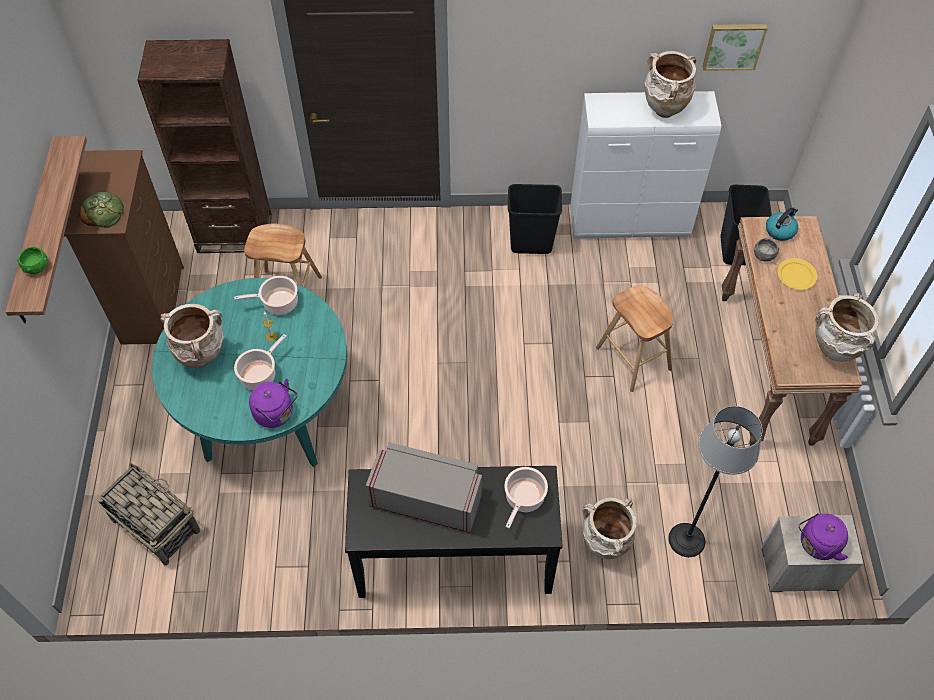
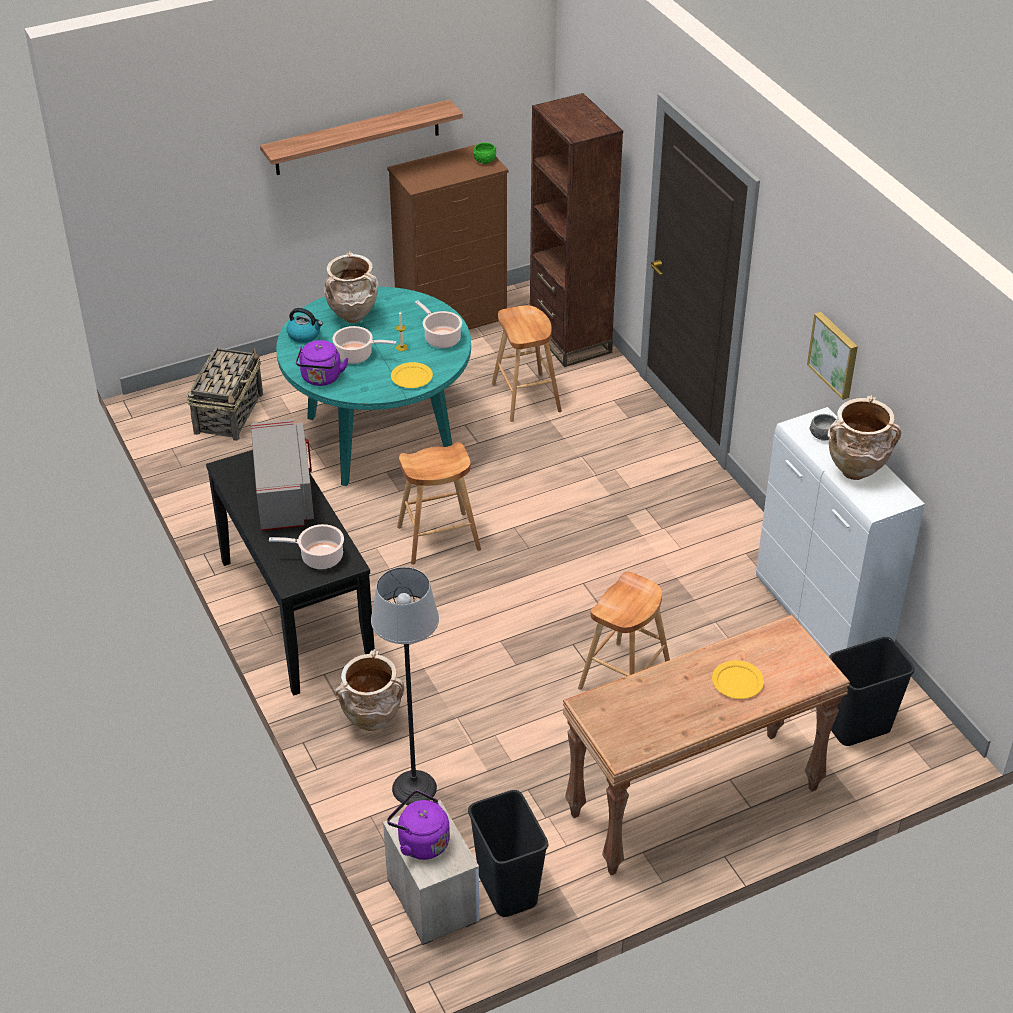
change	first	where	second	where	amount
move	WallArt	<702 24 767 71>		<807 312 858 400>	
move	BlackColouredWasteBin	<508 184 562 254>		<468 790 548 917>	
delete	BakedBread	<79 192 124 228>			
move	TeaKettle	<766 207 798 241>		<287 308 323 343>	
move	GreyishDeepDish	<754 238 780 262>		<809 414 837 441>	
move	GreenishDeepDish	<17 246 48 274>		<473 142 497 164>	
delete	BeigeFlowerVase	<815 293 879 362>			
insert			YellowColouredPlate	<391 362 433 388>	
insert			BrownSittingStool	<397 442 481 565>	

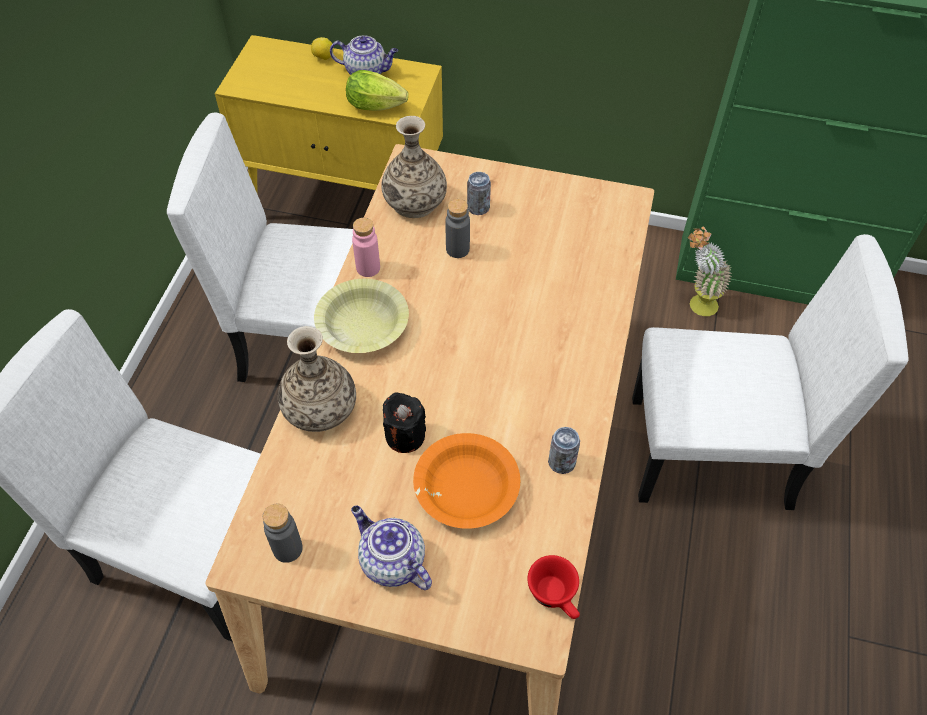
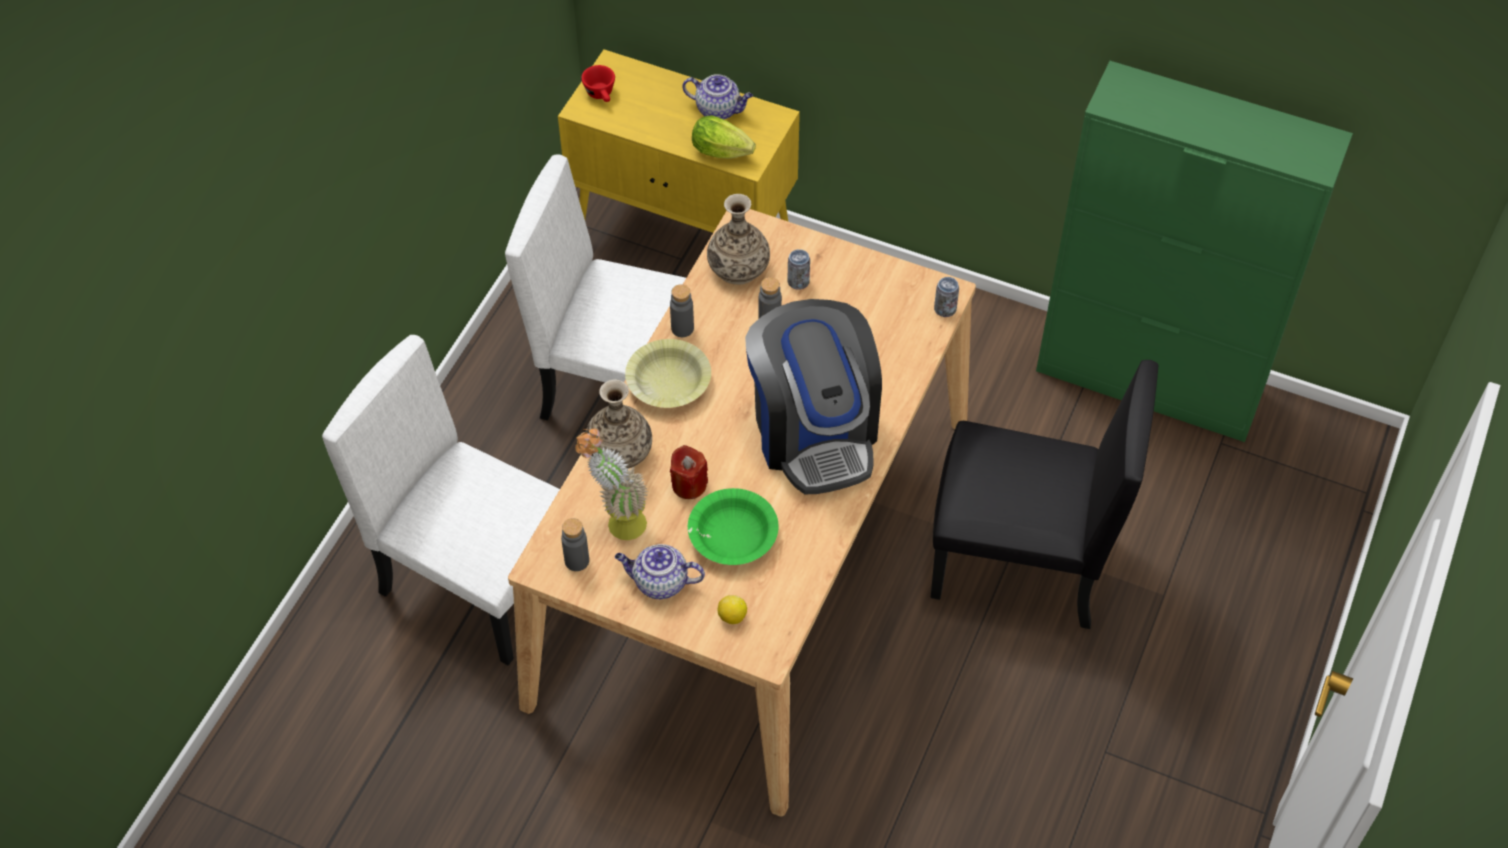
change	first	where	second	where	amount
move	Lemon	<311 37 334 60>		<718 595 747 624>	
recolor	PinkishDrinkBottle	<352 218 380 277>	GreyishDrinkBottle	<670 284 694 337>	
move	Houseplant	<688 227 732 316>		<575 429 648 540>	
recolor	WhiteUprightChair	<632 234 909 510>	BlackColouredUprightChair	<931 360 1158 629>	
recolor	BlackColouredWaxCandle	<383 392 426 453>	ReddishWaxCandle	<670 445 708 499>	
move	SealedCan	<548 427 580 474>		<934 277 959 317>	
recolor	OrangeDeepDish	<413 433 520 529>	GreenishDeepDish	<688 488 779 565>	
rotate	Teapot	<351 506 432 590>		<615 544 705 599>	45 degrees counterclockwise
move	ReddishSmallCup	<528 555 580 619>		<581 65 615 102>	
insert			CoffeeBrewer	<745 299 882 494>	

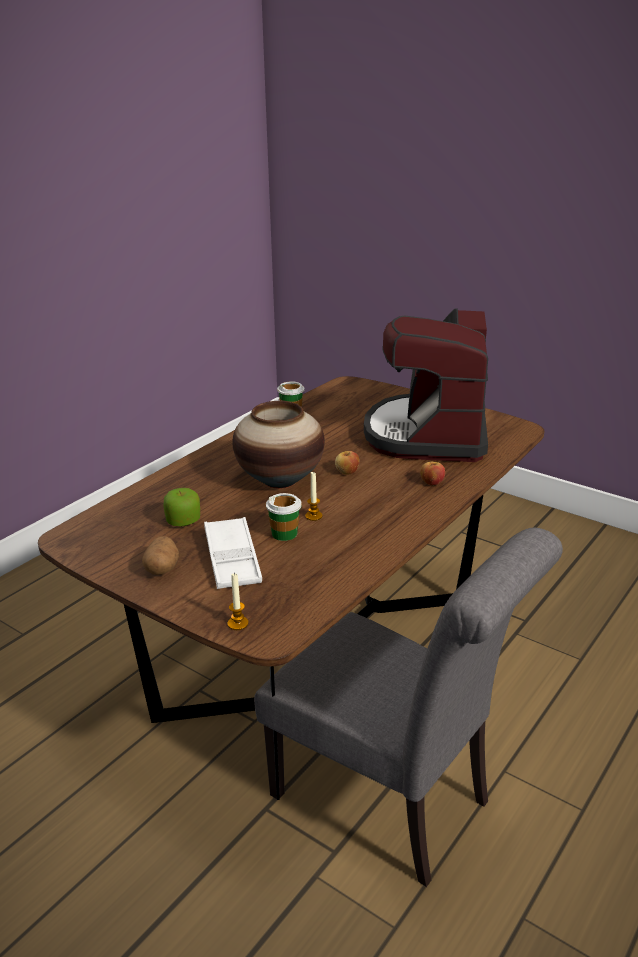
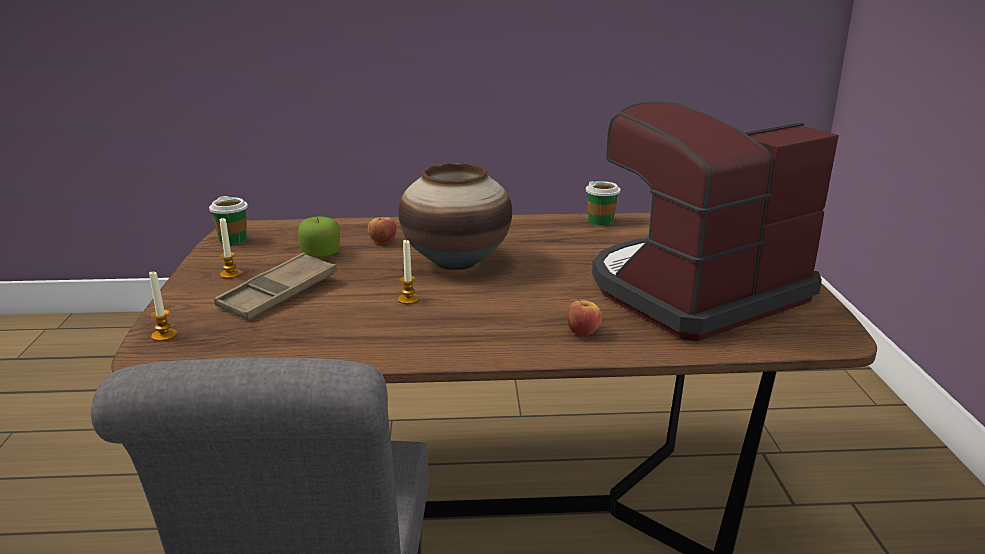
change	first	where	second	where	amount
move	AppleFruit	<335 451 360 474>		<368 217 397 244>	
move	SmallCup	<266 493 302 541>		<209 196 248 245>	
recolor	WhiteServingTray	<204 517 262 589>	BrownServingTray	<214 253 337 320>	
replace	WholePotato	<142 536 179 575>	WaxCandle	<220 217 241 279>	

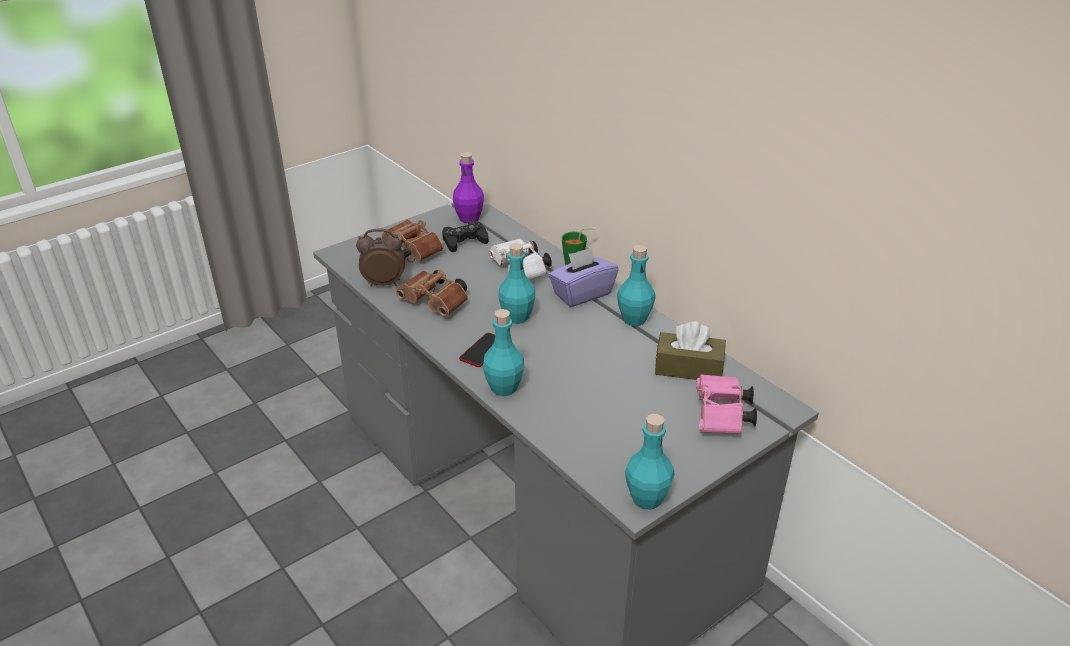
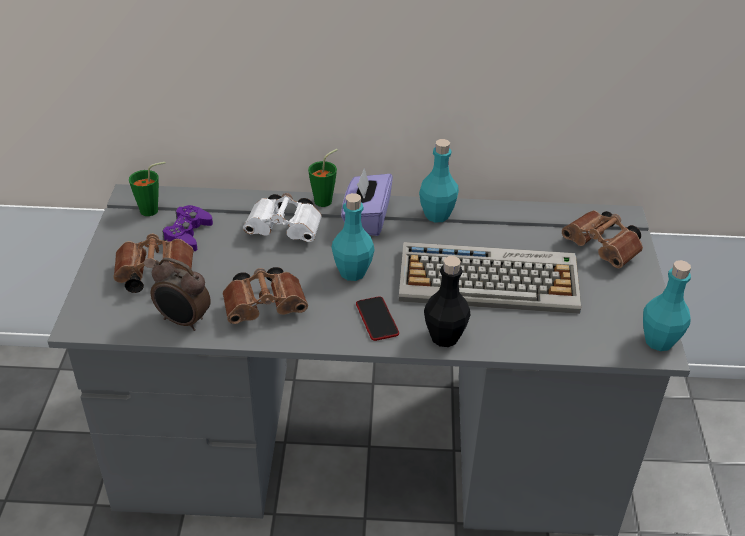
change	first	where	second	where	amount
replace	PurpleColouredDrinkBottle	<453 152 484 223>	GreenishSmallCup	<129 162 166 216>	
recolor	BlackColouredGamepad	<442 220 488 252>	PurpleColouredGamepad	<162 205 213 251>	
rotate	TableClock	<356 229 405 286>		<151 258 211 331>	105 degrees counterclockwise
recolor	TurquoiseDrinkBottle	<483 309 524 396>	BlackColouredDrinkBottle	<424 256 471 347>	
delete	BrownTissueBox	<655 321 726 380>			
recolor	PinkishBinoculars	<696 374 757 434>	BrownBinoculars	<562 210 643 268>	
insert			ComputerKeyboard	<399 242 581 314>	

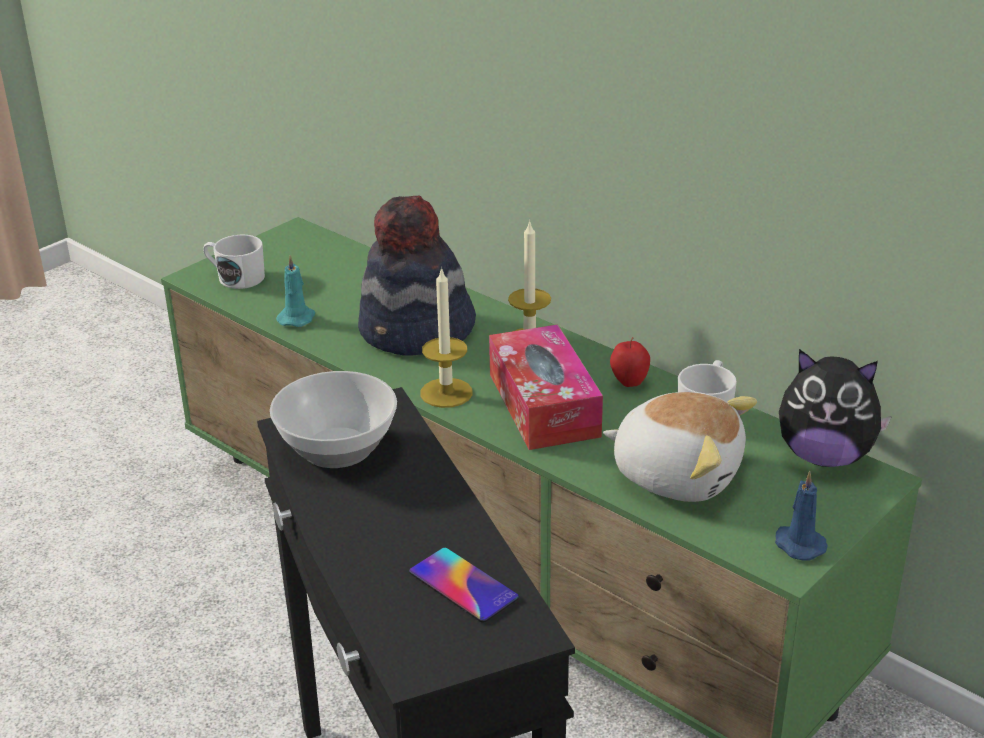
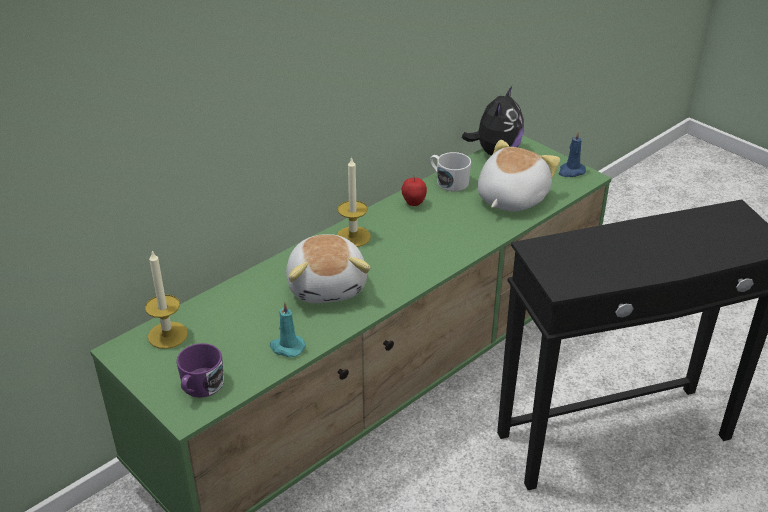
change	first	where	second	where	amount
replace	WearableHat	<358 196 476 356>	SoftToy	<286 234 371 303>	
recolor	WhiteMug	<203 235 265 289>	PurpleColouredMug	<176 343 224 398>	
move	WaxCandle	<420 267 473 408>		<145 251 188 349>	
delete	TissueBox	<489 324 603 450>			
delete	DeepDish	<270 371 397 468>			
delete	Telephone	<409 548 519 623>			

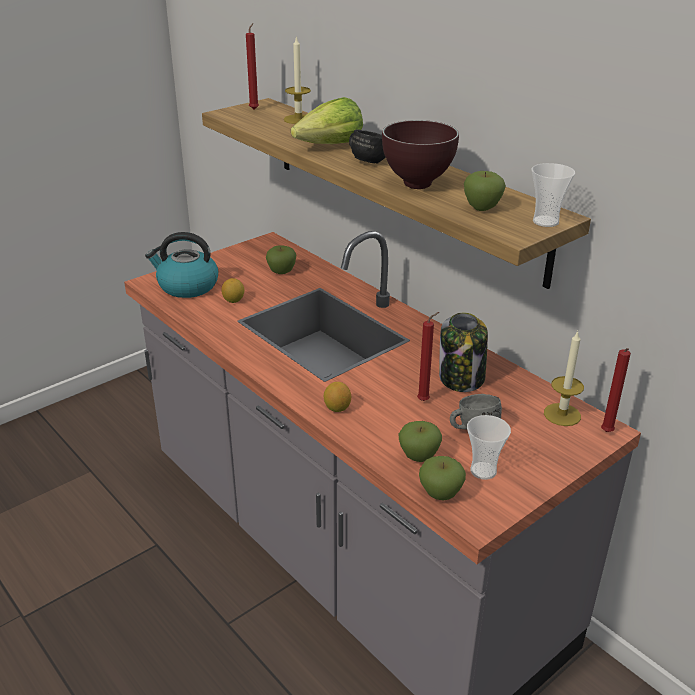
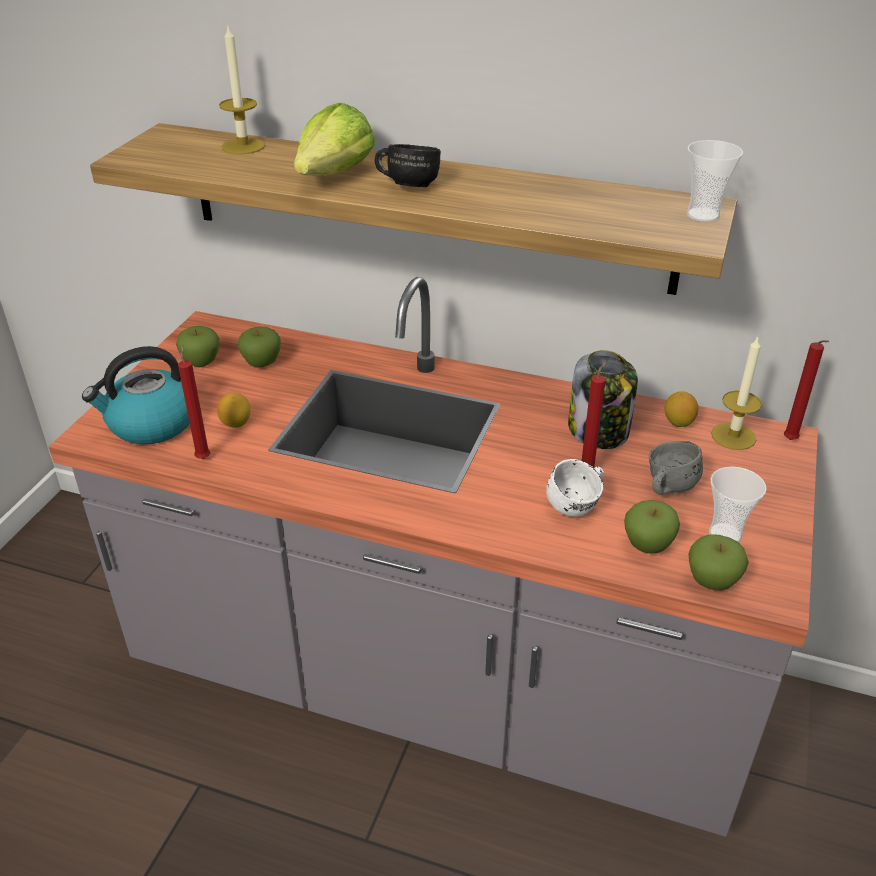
change	first	where	second	where	amount
move	ReddishWaxCandle	<246 23 259 110>		<178 345 210 459>	
delete	BrownDeepDish	<382 120 459 189>			
move	AppleFruit	<464 171 506 211>		<176 326 219 367>	
move	Lemon	<324 382 351 412>		<665 391 698 427>	
insert			WhiteMug	<546 459 604 517>	

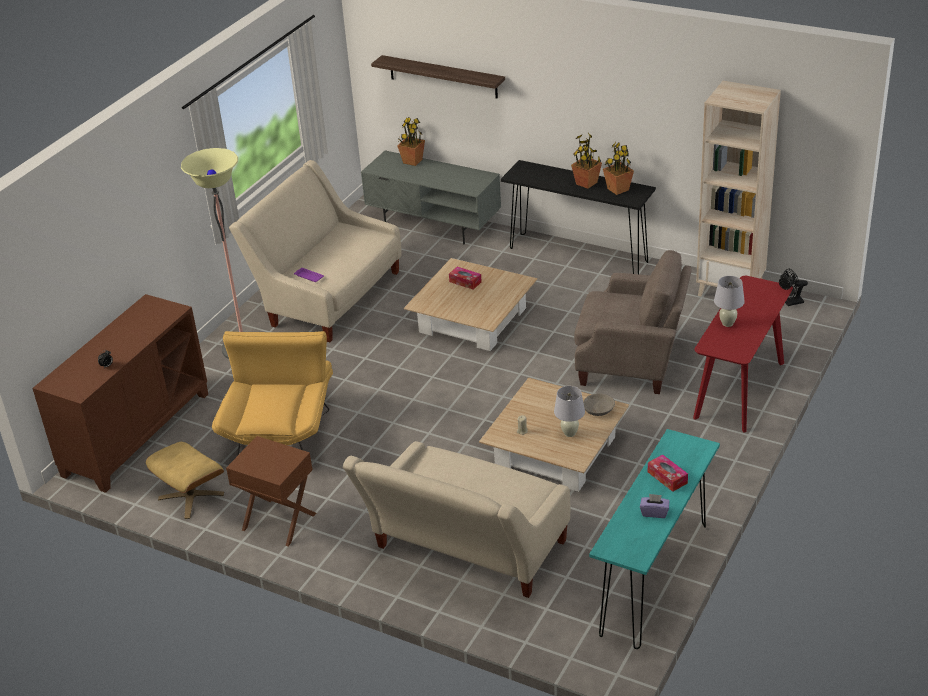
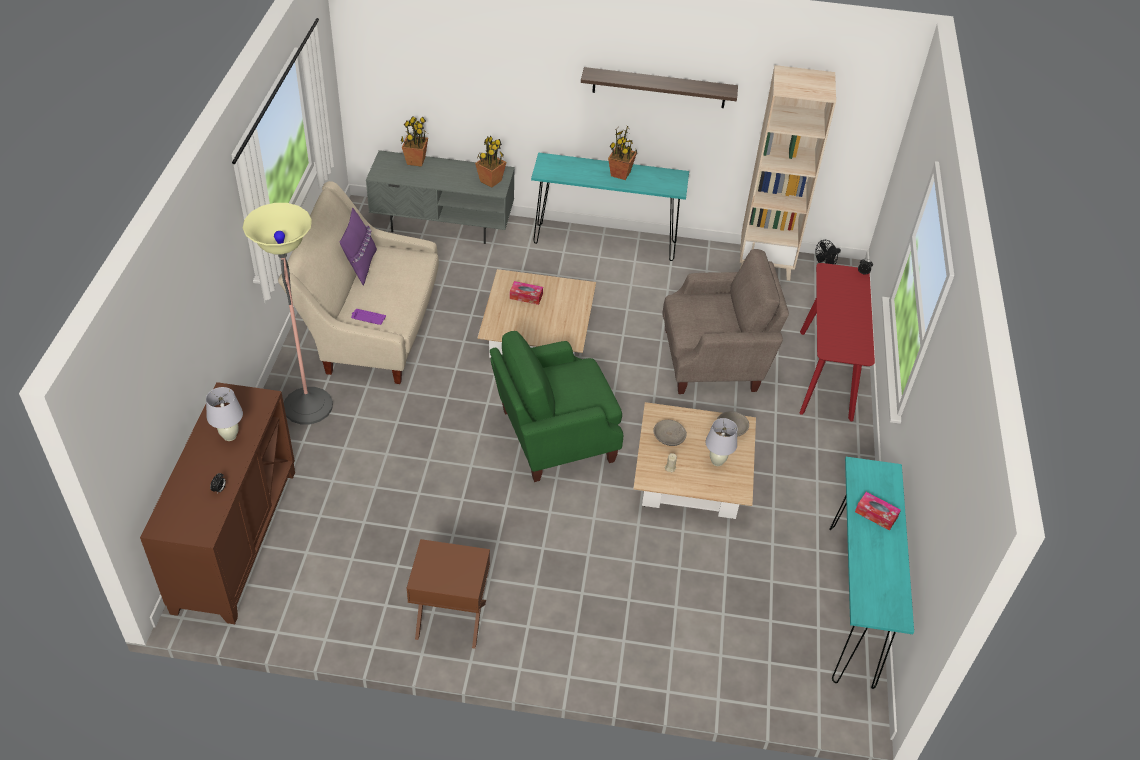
change	first	where	second	where	amount
move	BracketShelf	<371 55 505 99>		<581 67 738 108>	
move	Houseplant	<603 142 634 195>		<475 136 506 188>	
recolor	BlackColouredHallTable	<501 160 656 274>	TurquoiseHallTable	<531 152 689 261>	
move	WhiteTableLamp	<714 276 745 327>		<206 387 243 441>	
delete	YellowColouredArmchair	<212 331 333 456>			
delete	BeigeSofa	<343 441 570 598>			
delete	BeigeFootrest	<146 442 224 519>			
delete	PurpleColouredTissueBox	<640 494 670 518>			
insert			PurpleColouredThrowPillow	<340 207 377 285>	
insert			GreenishArmchair	<490 331 623 482>	
insert			GreyishDeepDish	<653 420 687 446>	

